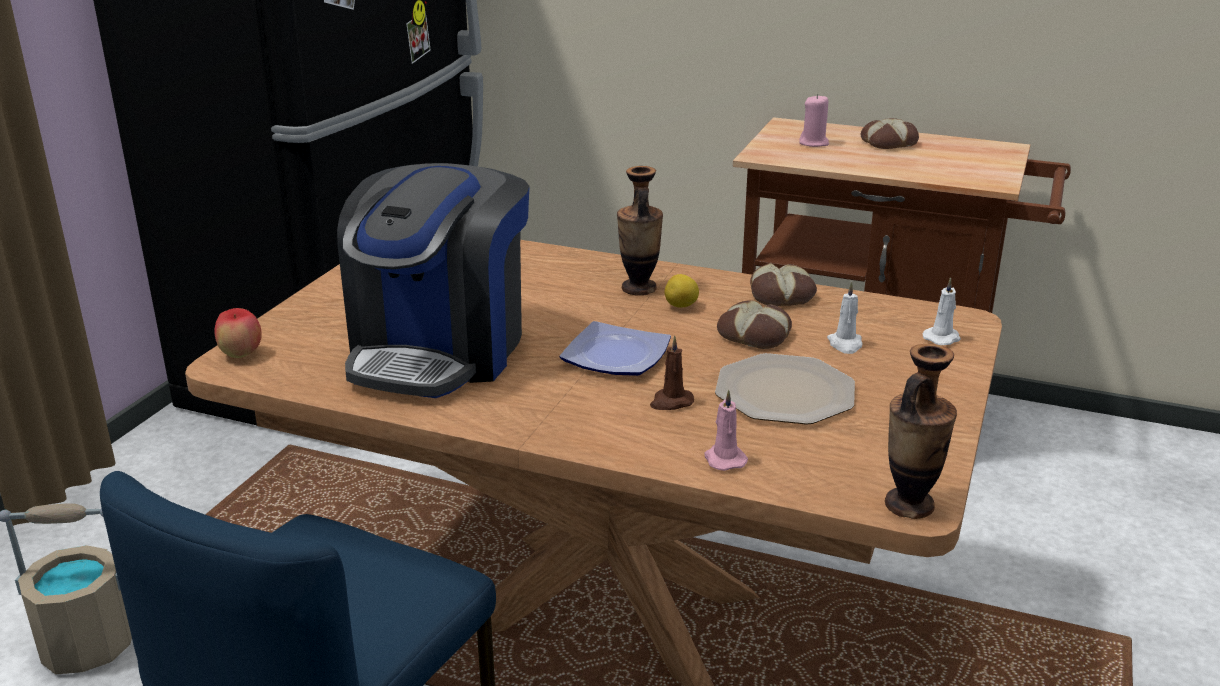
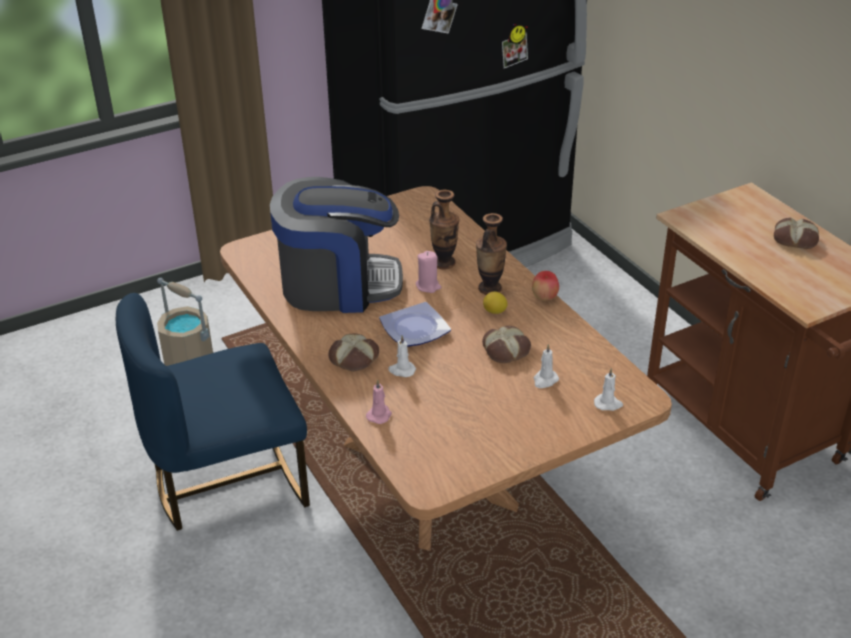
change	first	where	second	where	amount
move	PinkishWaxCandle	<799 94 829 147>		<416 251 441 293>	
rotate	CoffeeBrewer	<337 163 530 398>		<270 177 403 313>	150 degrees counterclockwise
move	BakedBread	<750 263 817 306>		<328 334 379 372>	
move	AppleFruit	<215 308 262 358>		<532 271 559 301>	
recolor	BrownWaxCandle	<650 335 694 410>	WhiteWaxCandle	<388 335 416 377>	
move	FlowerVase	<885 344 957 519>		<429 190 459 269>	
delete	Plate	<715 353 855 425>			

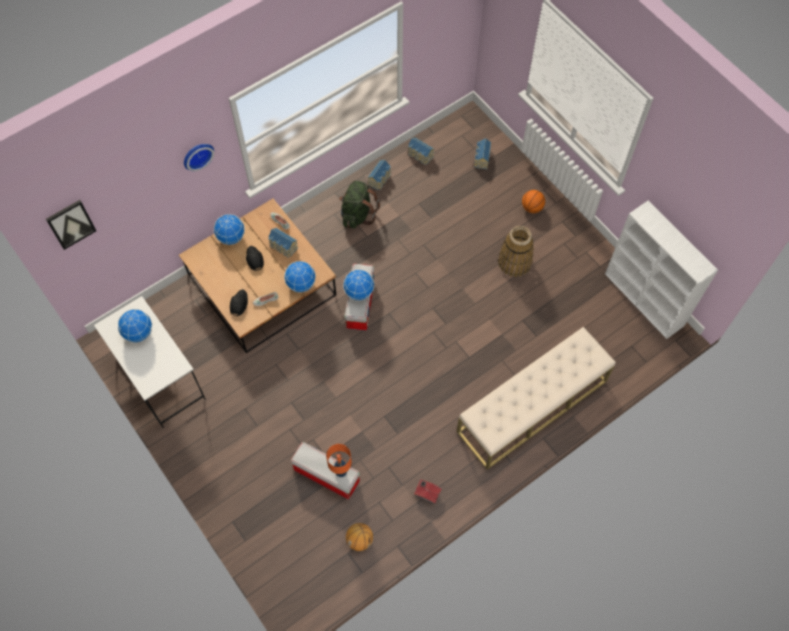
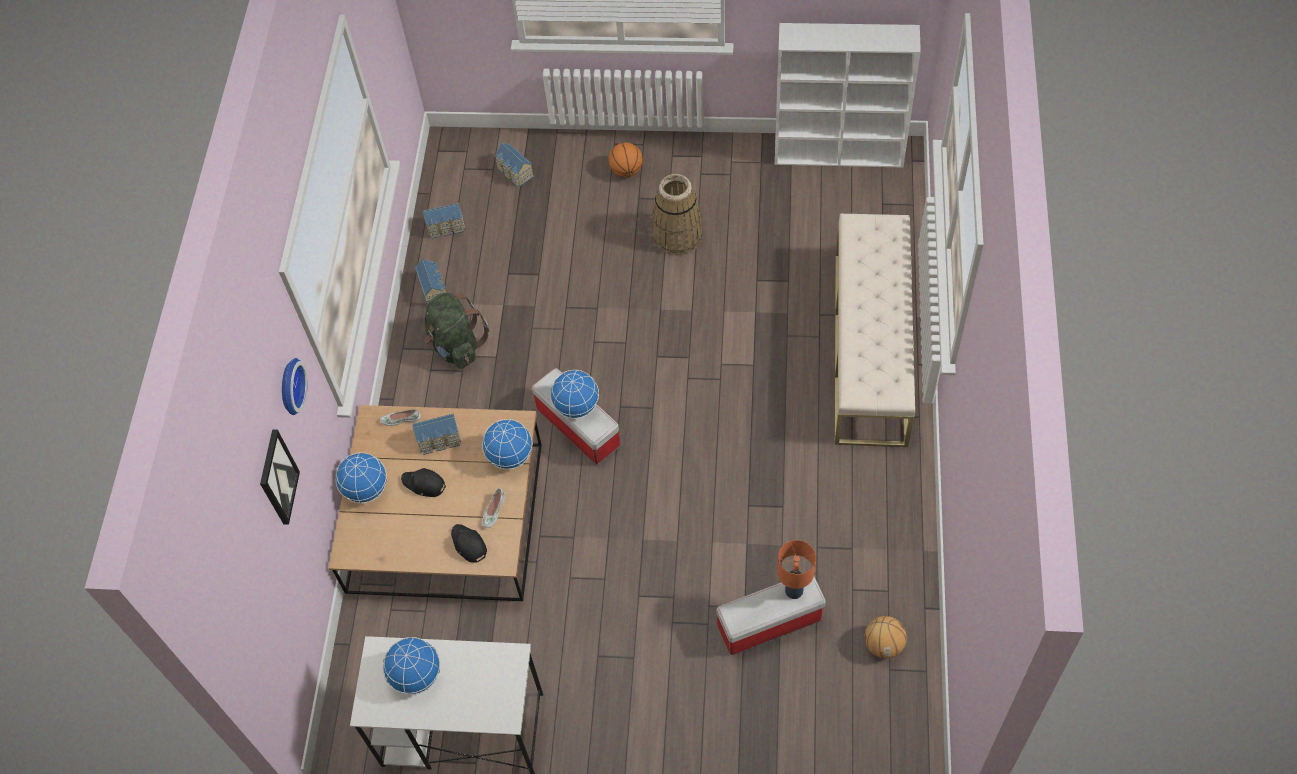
change	first	where	second	where	amount
move	WallArt	<46 200 96 250>		<260 429 300 525>	
delete	ModelHouse	<414 479 442 504>			

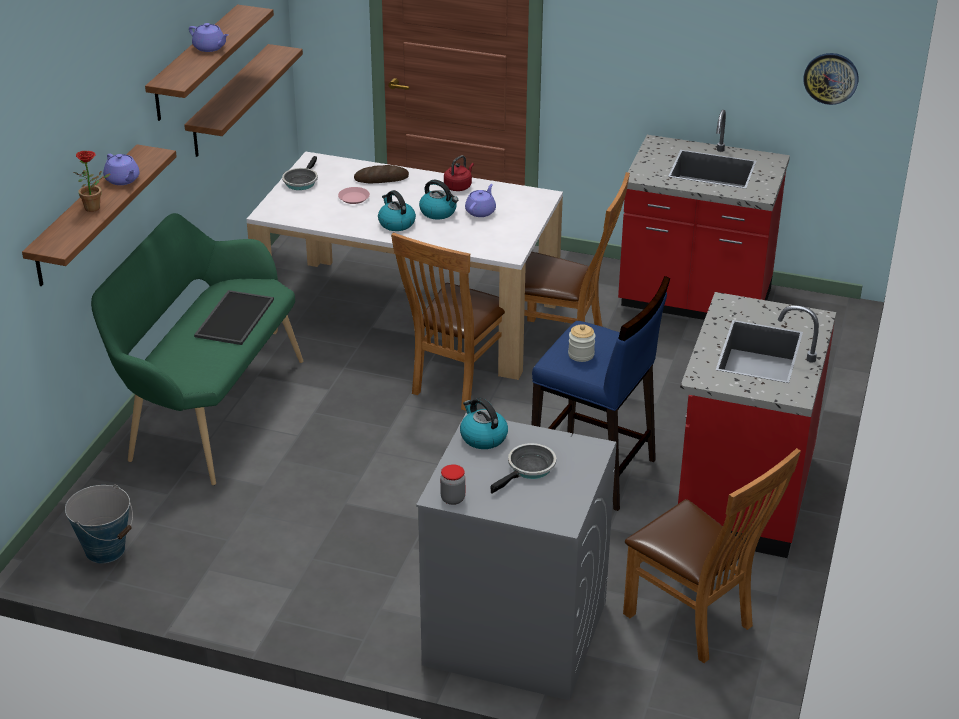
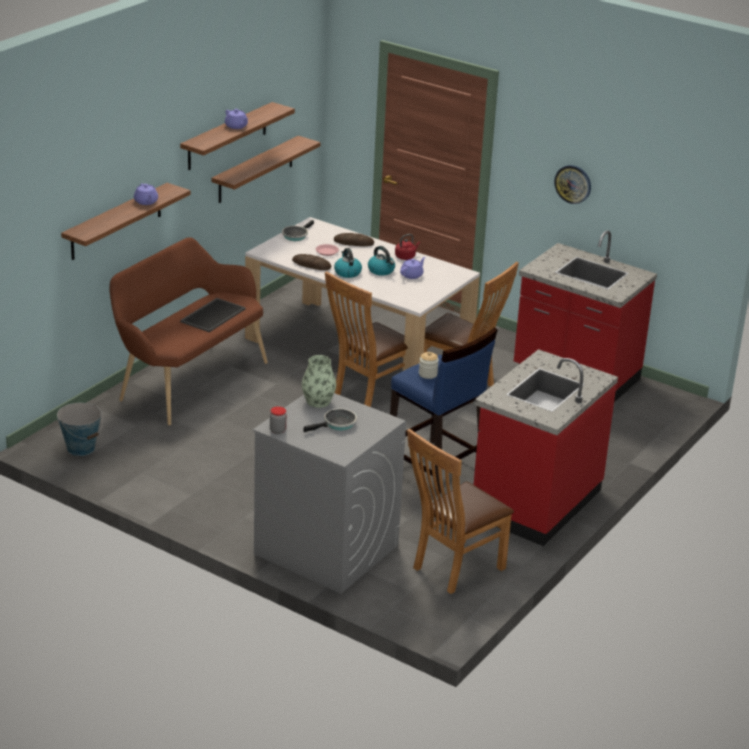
change	first	where	second	where	amount
move	HangingClock	<803 53 859 105>		<554 165 591 204>	
delete	Houseplant	<73 151 111 212>			
recolor	GreenishLongSeat	<91 213 303 485>	BrownLongSeat	<110 237 268 426>	
replace	TeaKettle	<460 397 508 449>	FlowerVase	<302 355 336 408>	
rotate	BrownUprightChair	<623 448 801 663>		<407 429 514 594>	75 degrees clockwise
insert			BakedBread	<292 254 332 270>	

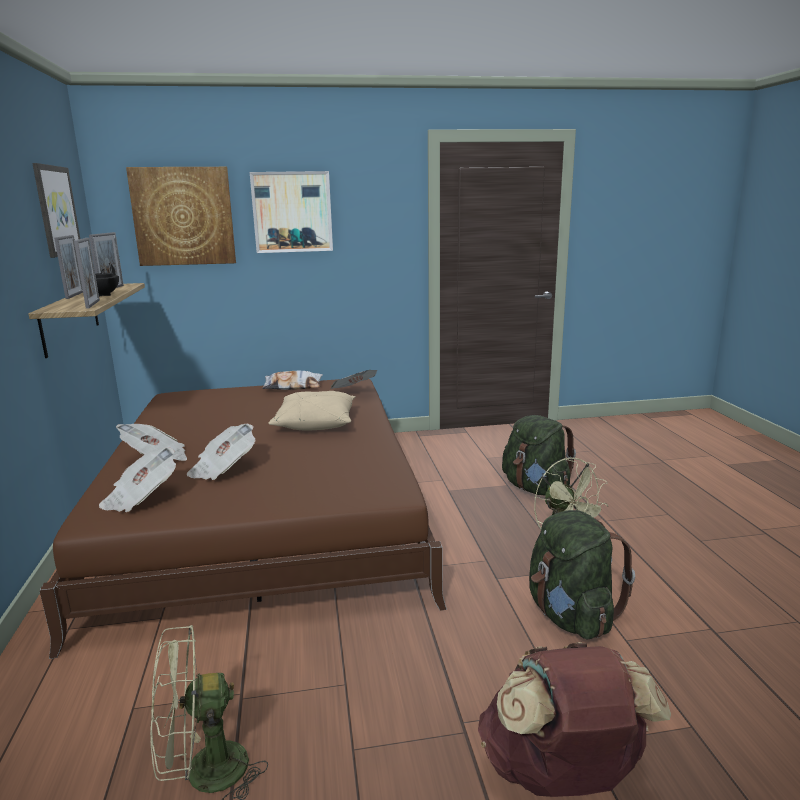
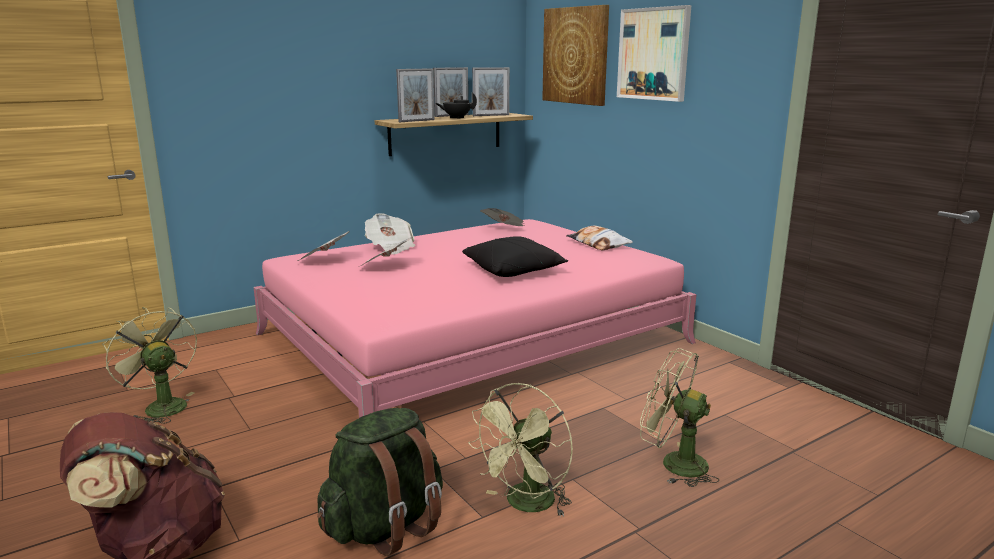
change	first	where	second	where	amount
delete	WallArt	<32 163 80 258>			
move	DailyPaper	<330 370 377 389>		<480 208 525 226>	
recolor	BrownSleepingBed	<39 379 447 659>	PinkishSleepingBed	<253 219 697 418>	
recolor	BeigeThrowPillow	<268 391 356 430>	BlackColouredThrowPillow	<462 236 568 277>	
replace	GreenishKnapsack	<502 415 576 496>	GreenishFan	<640 348 719 487>	

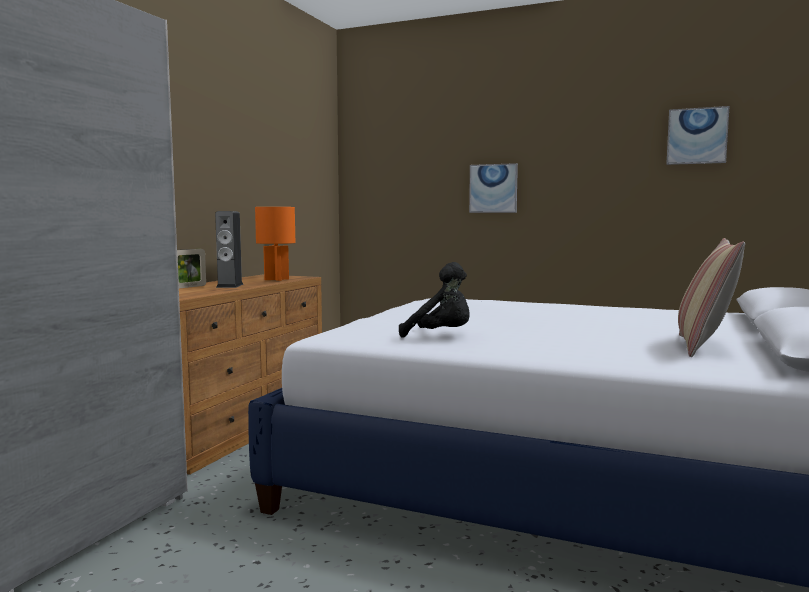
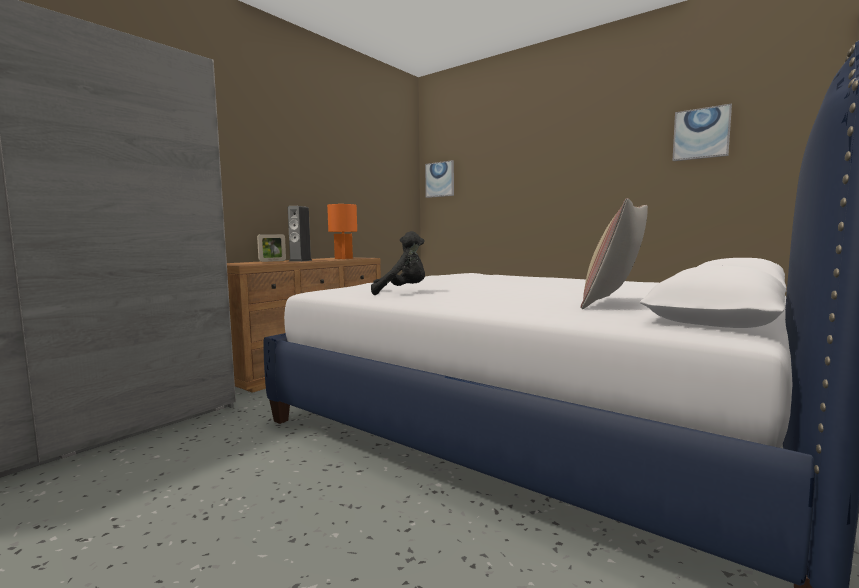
change	first	where	second	where	amount
move	WallArt	<469 163 518 213>		<425 160 454 198>	
rotate	BlackColouredSoftToy	<399 262 470 337>		<371 231 425 295>	45 degrees counterclockwise

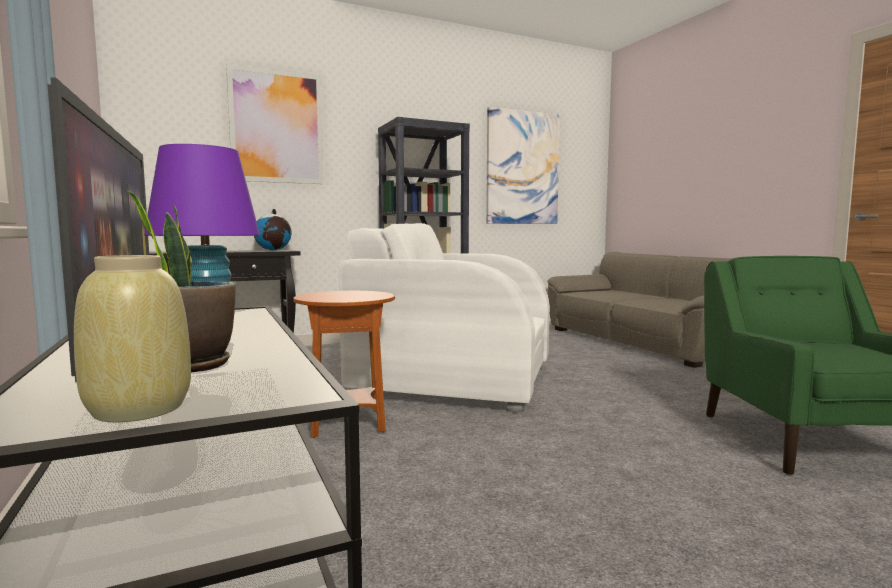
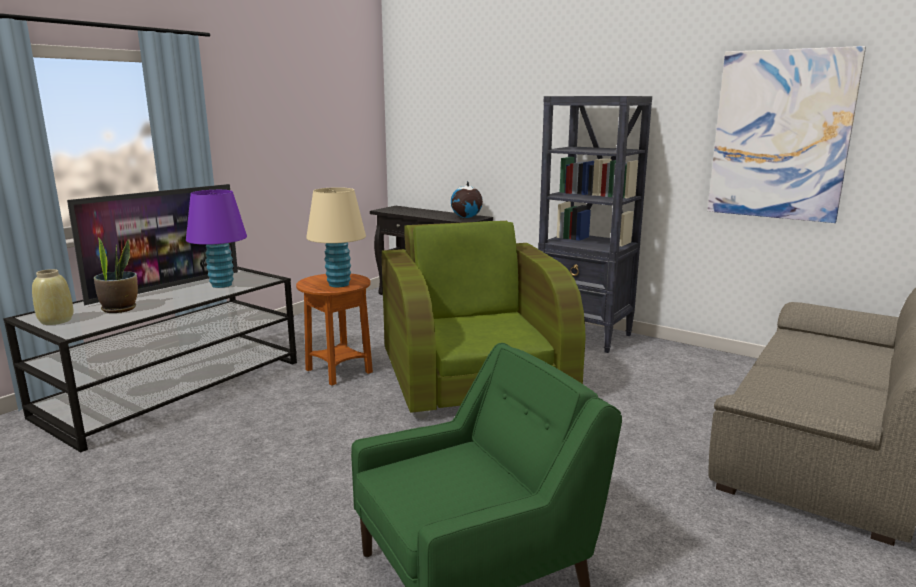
change	first	where	second	where	amount
delete	WallArt	<226 63 324 184>			
recolor	WhiteArmchair	<339 223 550 413>	GreenishArmchair	<382 221 585 419>	
insert			BeigeTableLamp	<306 187 366 287>	

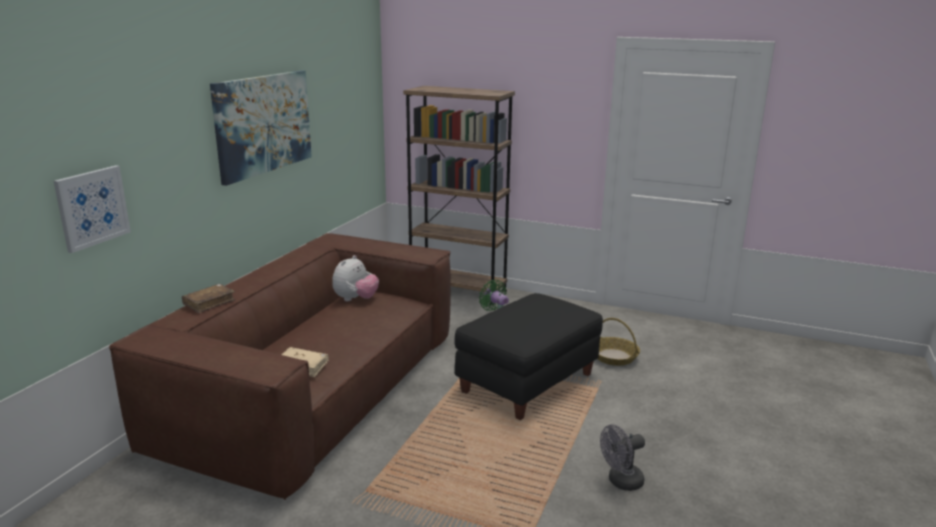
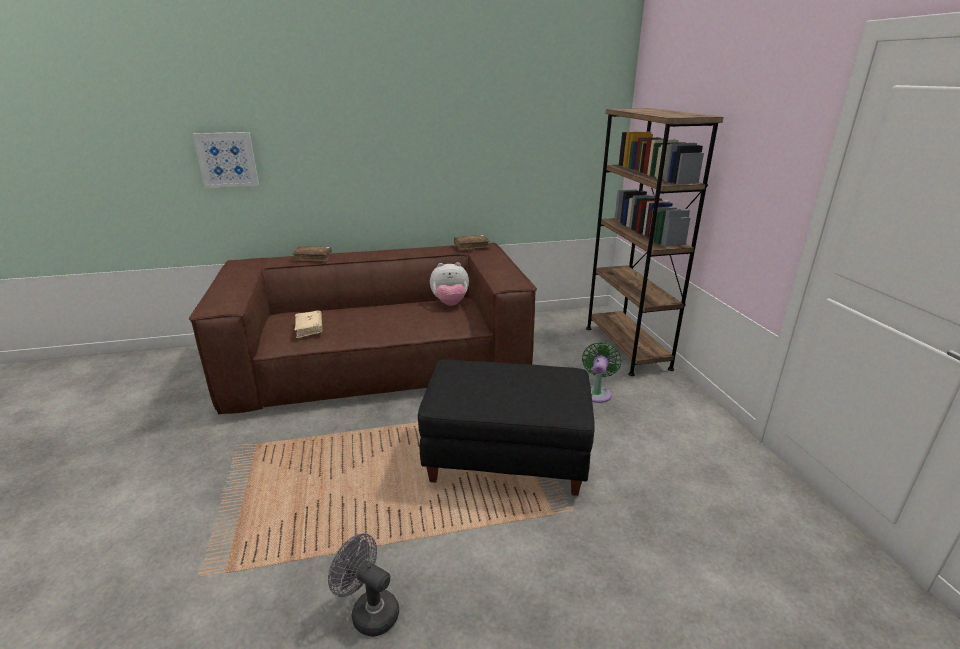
change	first	where	second	where	amount
delete	WallArt	<210 70 312 186>			
delete	Basket	<598 318 640 366>			
insert			BrownVolume	<454 235 490 251>	

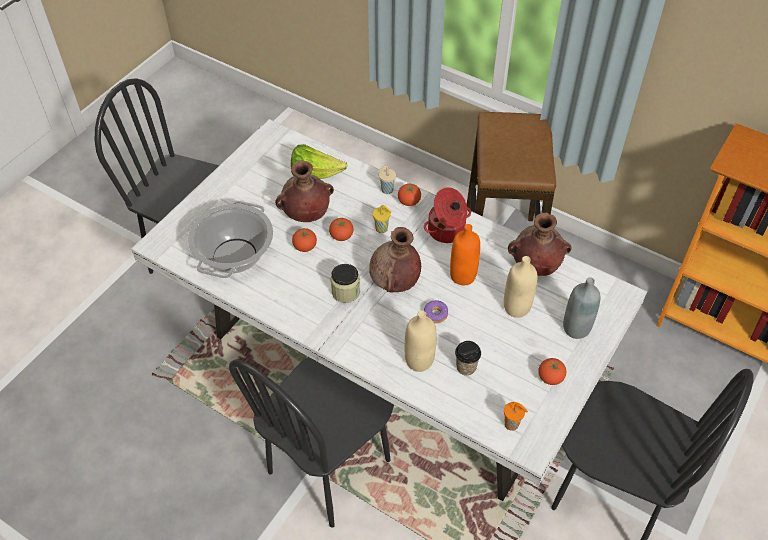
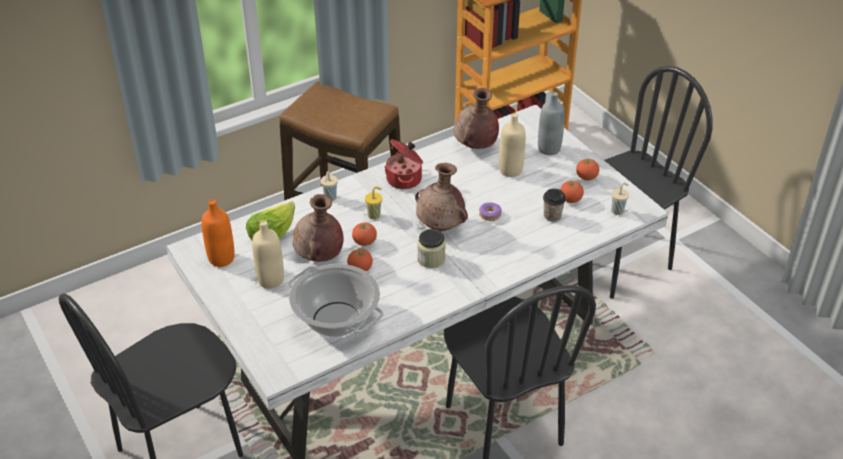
change	first	where	second	where	amount
move	WholeTomato	<398 184 421 206>		<560 181 584 203>	
move	OrangeDrinkBottle	<450 224 480 285>		<201 199 235 267>	
move	BeigeDrinkBottle	<405 311 436 372>		<252 220 284 289>	
recolor	OrangeSmallCup	<504 402 528 431>	BeigeSmallCup	<611 182 629 215>	

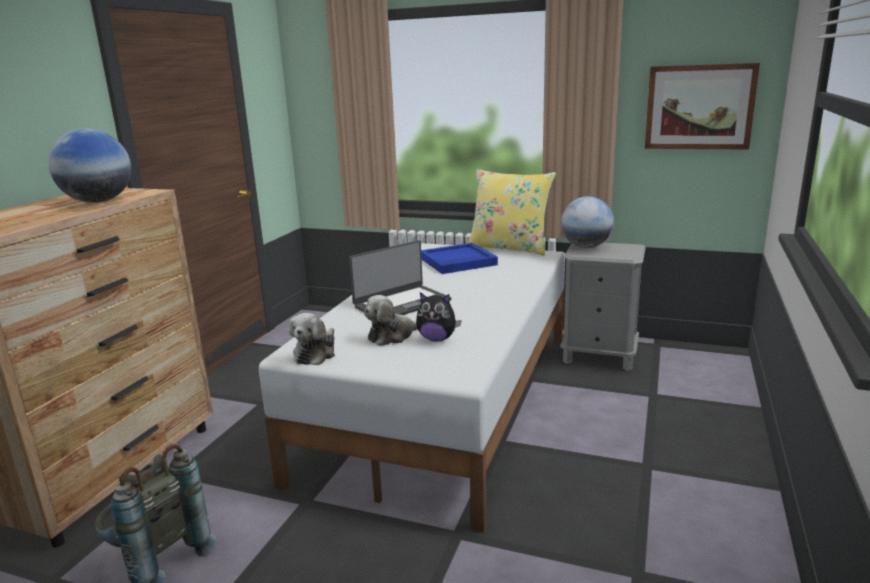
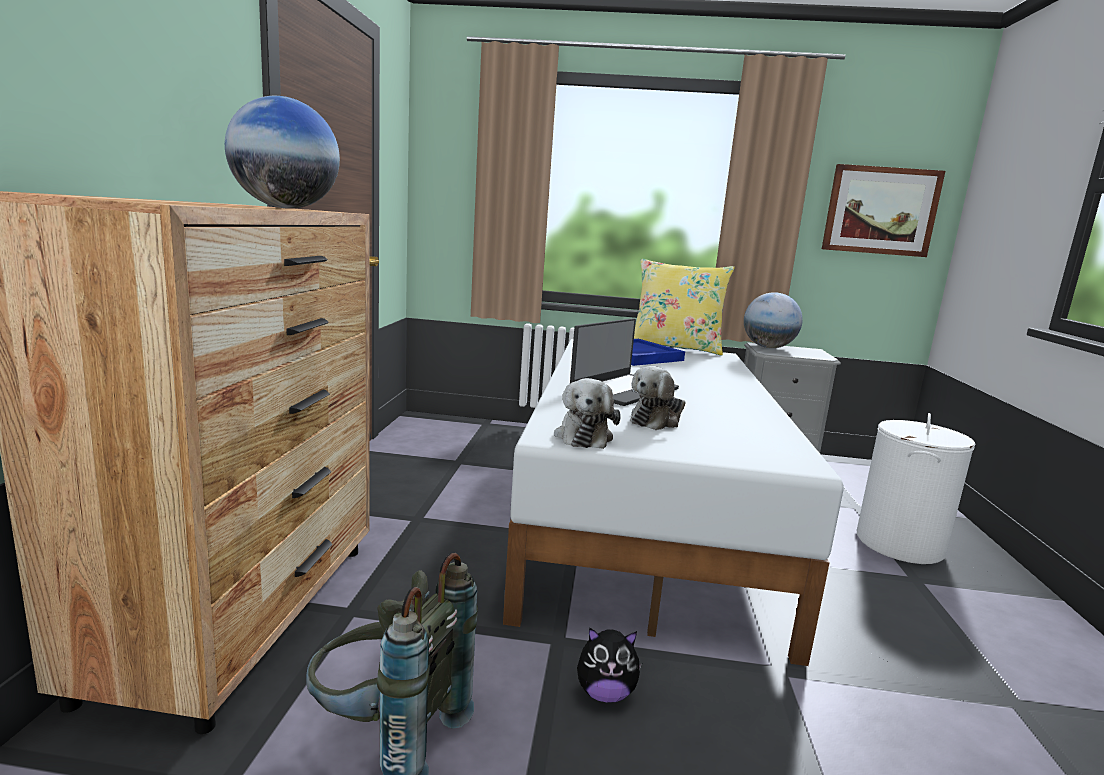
change	first	where	second	where	amount
move	SoftToy	<416 292 462 342>		<577 627 642 703>	
insert			WhiteWashingBasket	<856 413 975 564>	

